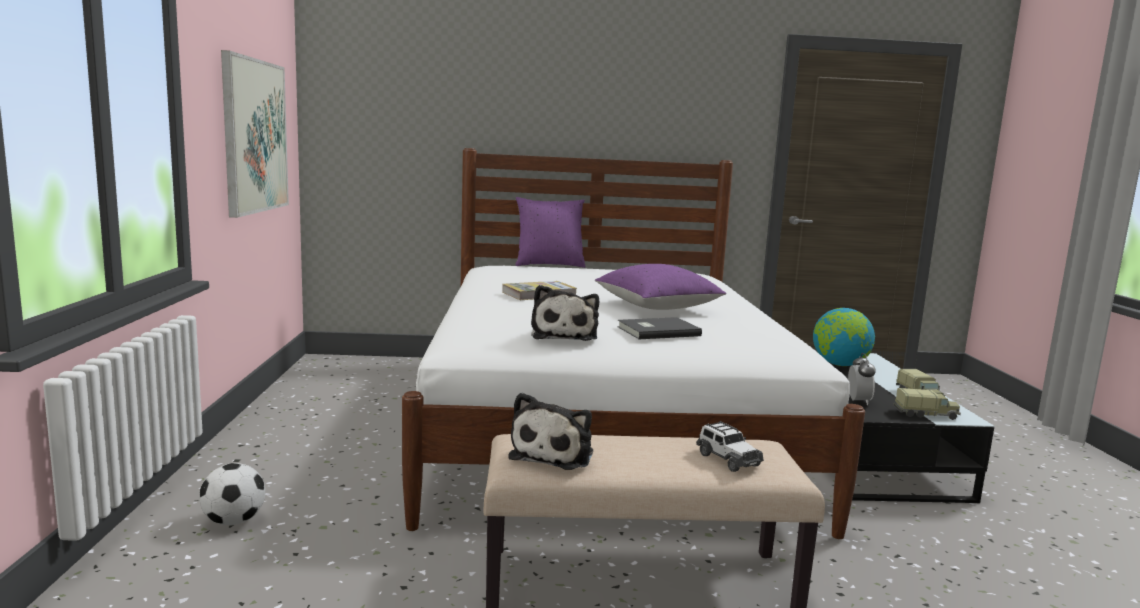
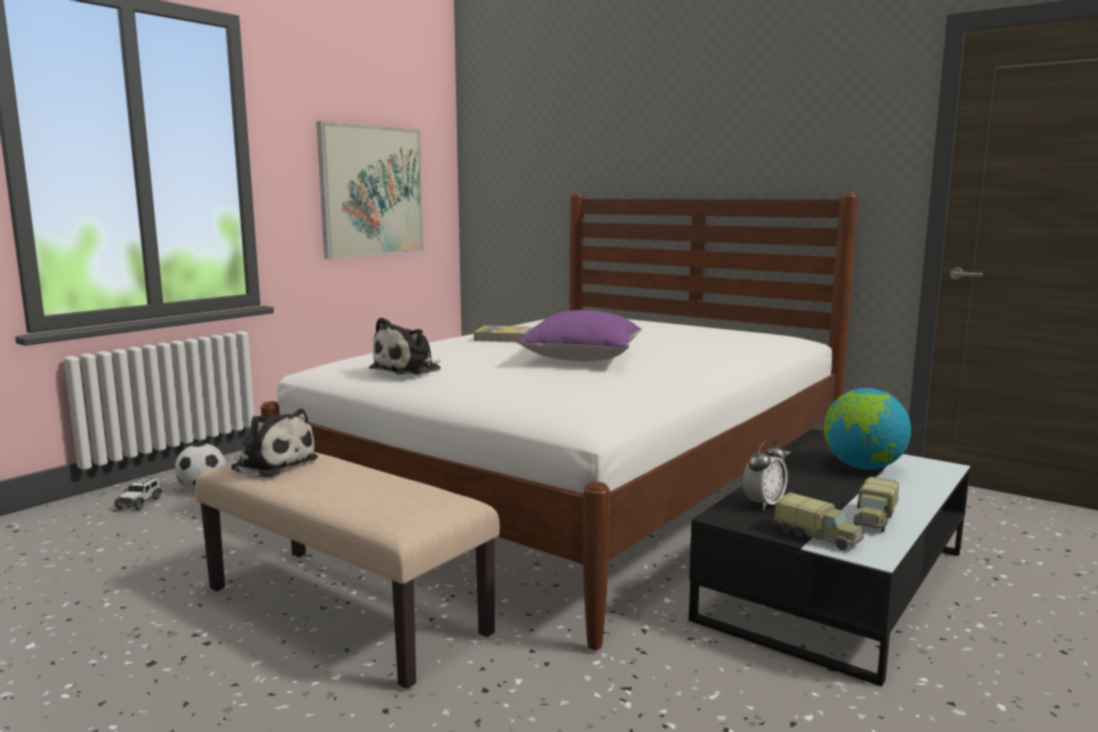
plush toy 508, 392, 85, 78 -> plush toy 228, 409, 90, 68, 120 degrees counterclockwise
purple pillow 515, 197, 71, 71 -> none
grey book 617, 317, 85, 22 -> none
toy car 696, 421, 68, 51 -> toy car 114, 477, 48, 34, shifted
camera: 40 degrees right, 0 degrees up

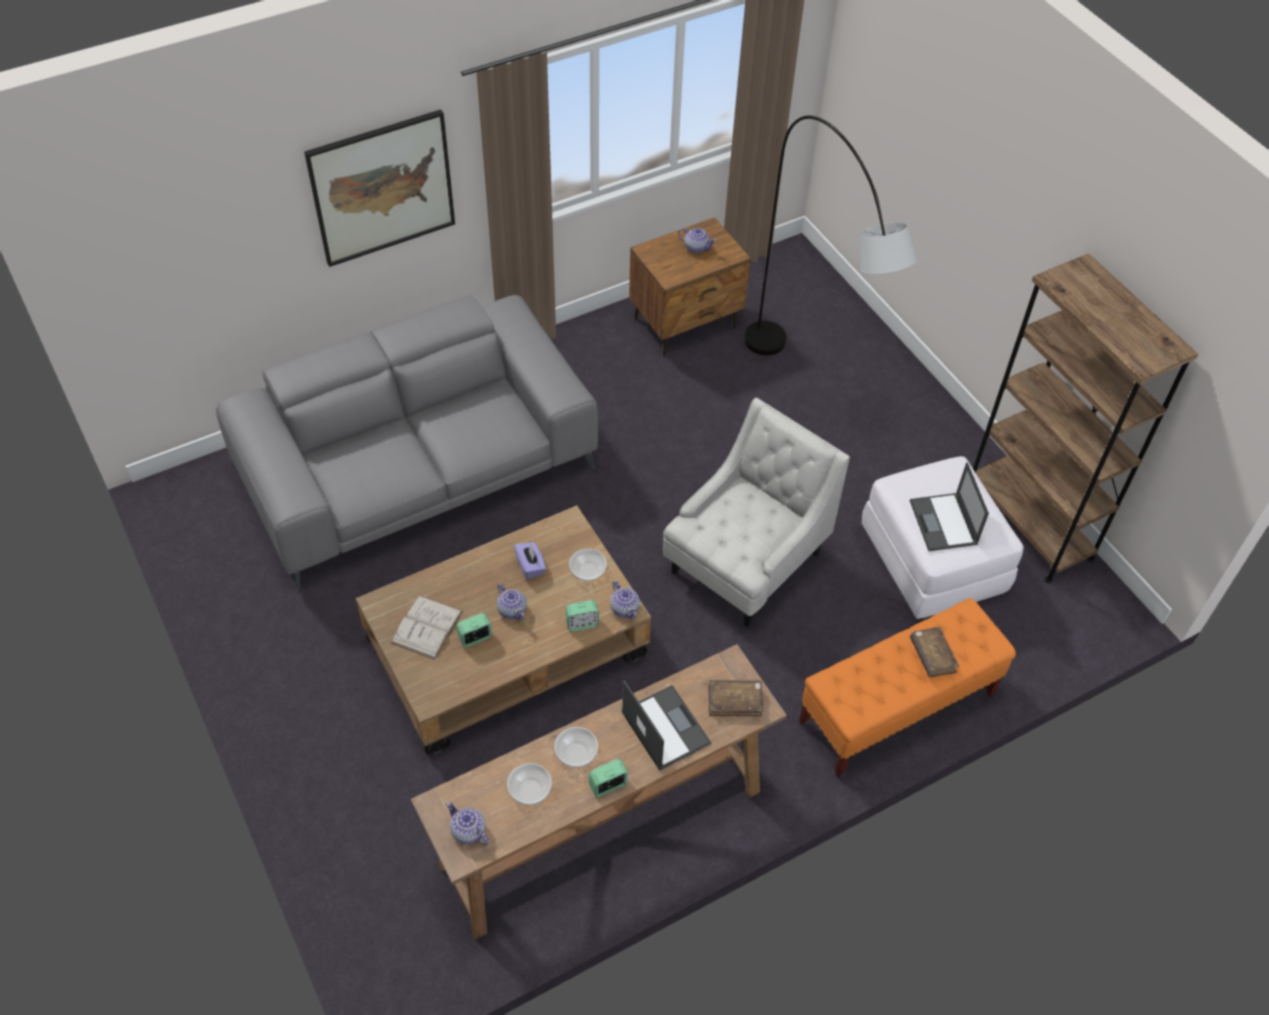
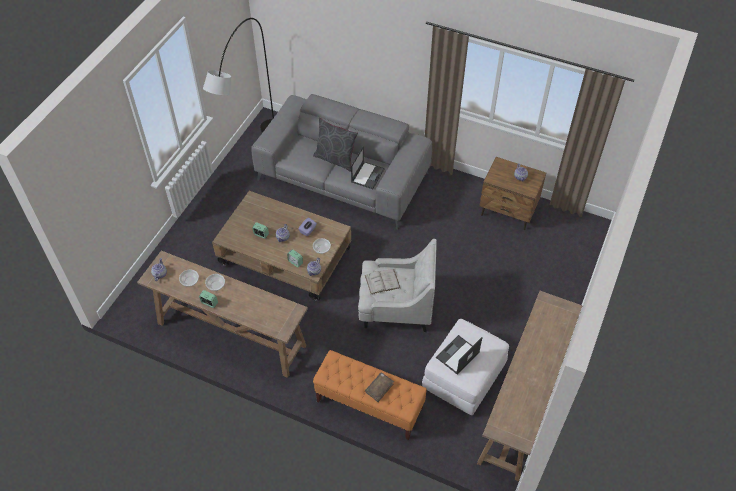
picture 304, 109, 151, 158 -> none
white book 391, 595, 72, 65 -> white book 365, 269, 35, 25, shifted
laptop 622, 680, 90, 91 -> laptop 351, 146, 34, 43, shifted
brown book 708, 680, 56, 37 -> none
grey floor lamp 744, 115, 173, 240 -> grey floor lamp 203, 18, 71, 115, shifted
brown bookcase 973, 253, 226, 330 -> brown console table 477, 291, 105, 190
none -> grey pillow 313, 118, 45, 54
camera: 55 degrees right, 0 degrees up

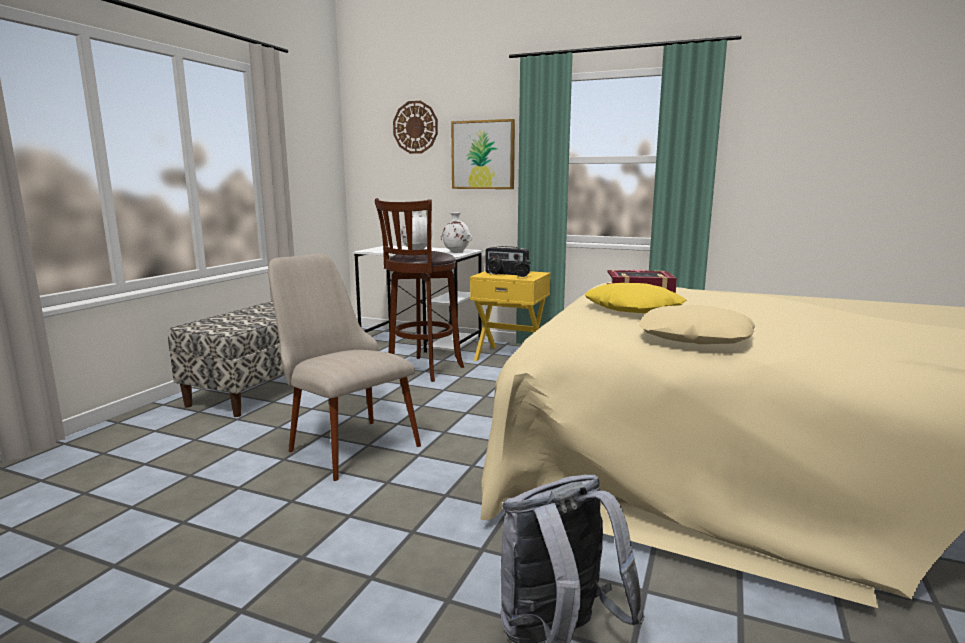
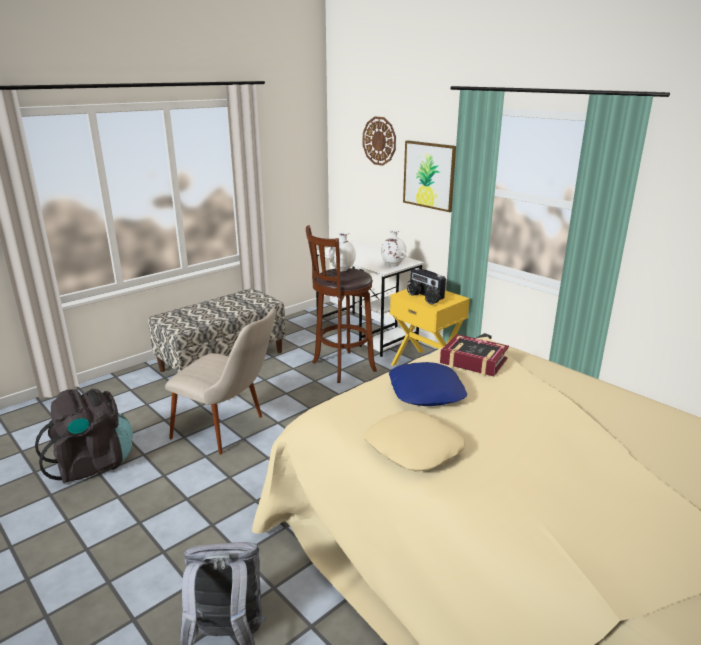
beige chair 268, 254, 153, 227 -> beige chair 165, 308, 111, 147, 135 degrees clockwise
yellow pillow 585, 283, 102, 30 -> blue pillow 389, 362, 78, 44
none -> black backpack 35, 389, 98, 95
camera: 25 degrees right, 10 degrees up

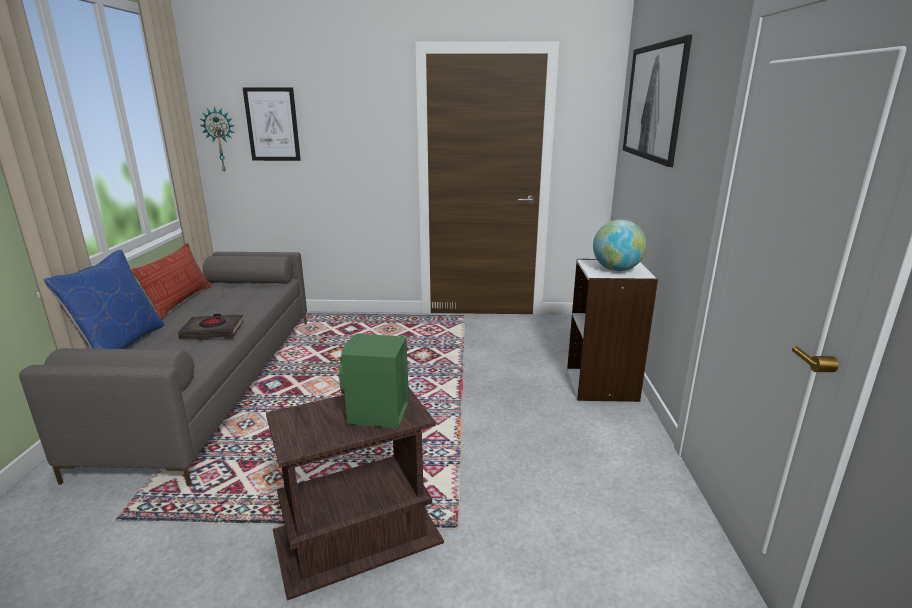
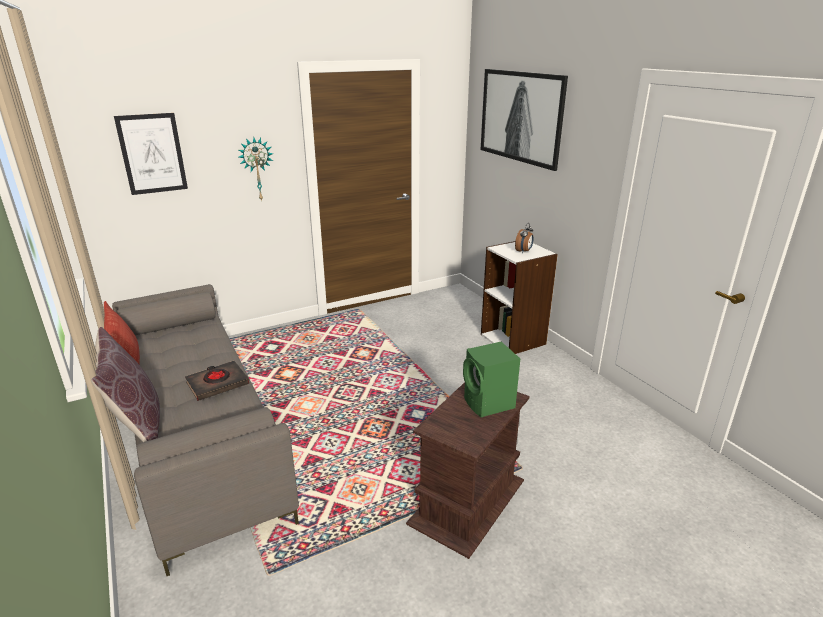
blue pillow 43, 250, 121, 99 -> brown pillow 91, 327, 69, 115
wall clock 199, 106, 35, 67 -> wall clock 239, 137, 34, 65, shifted
globe 593, 220, 54, 51 -> alarm clock 515, 223, 19, 31
camera: 30 degrees left, 5 degrees up

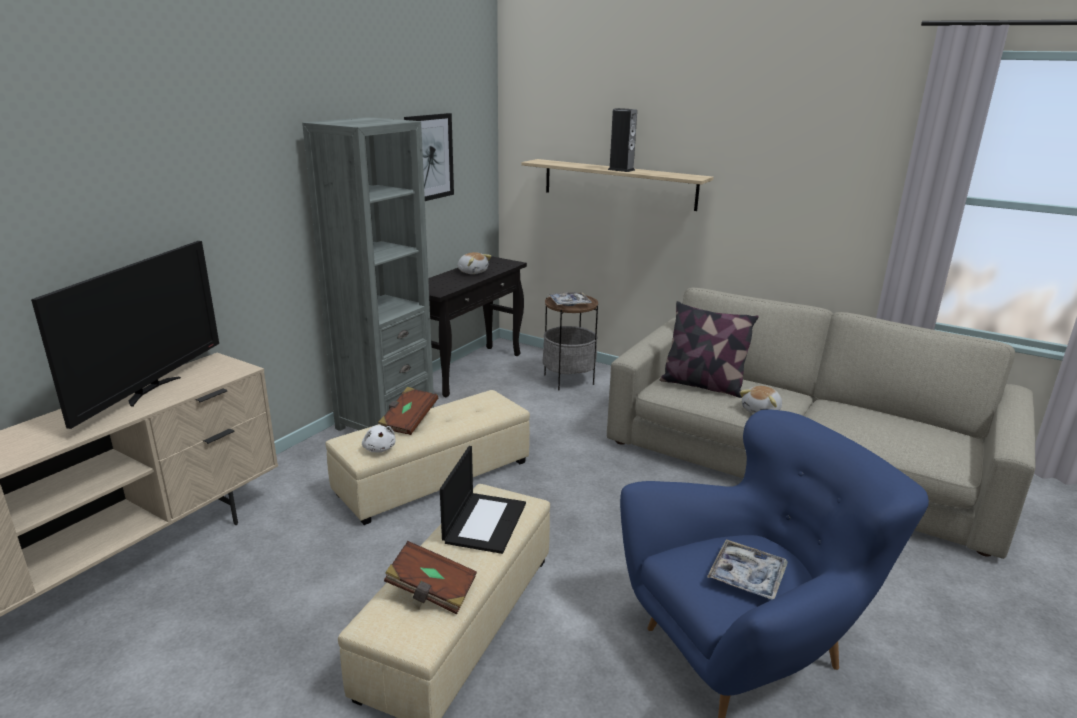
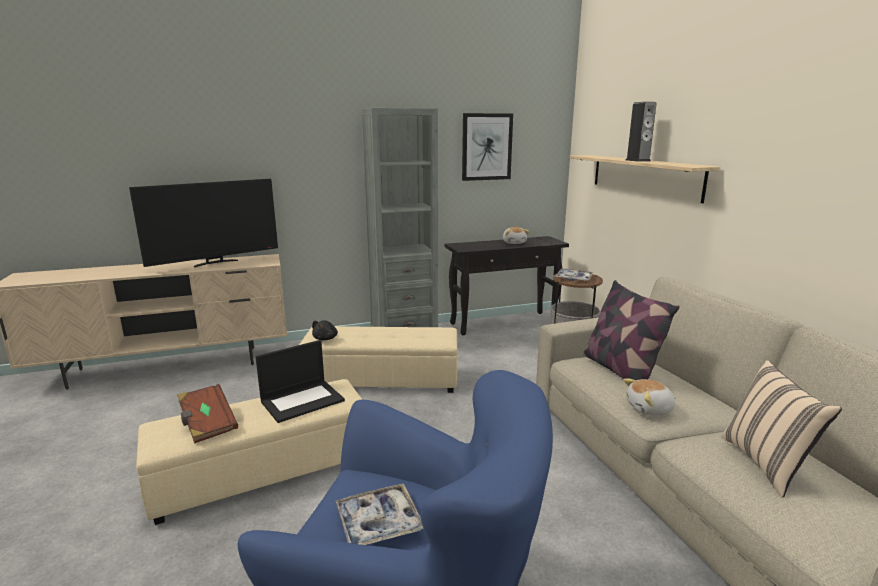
white plush toy 362, 425, 34, 28 -> black plush toy 312, 320, 26, 20
brown book 378, 387, 60, 48 -> none
none -> beige pillow 721, 360, 121, 138
camera: 40 degrees right, 5 degrees down

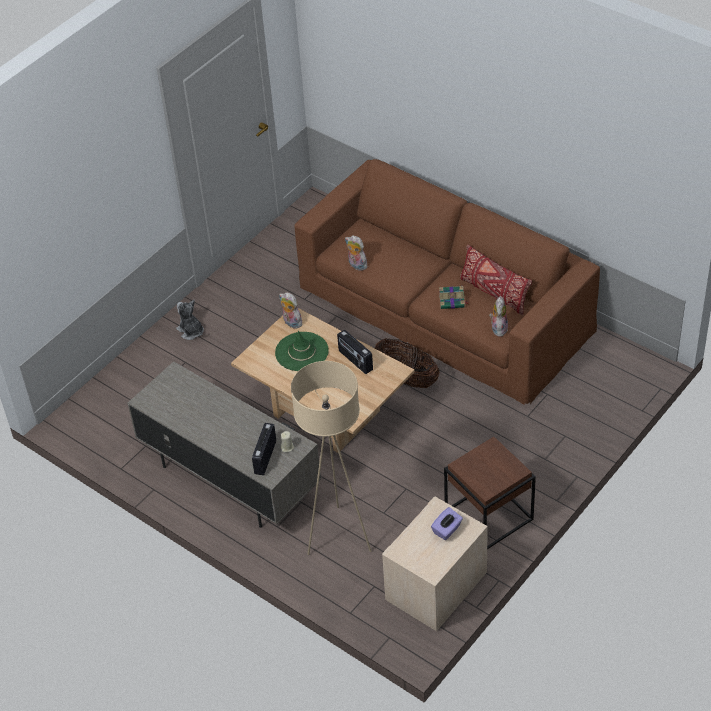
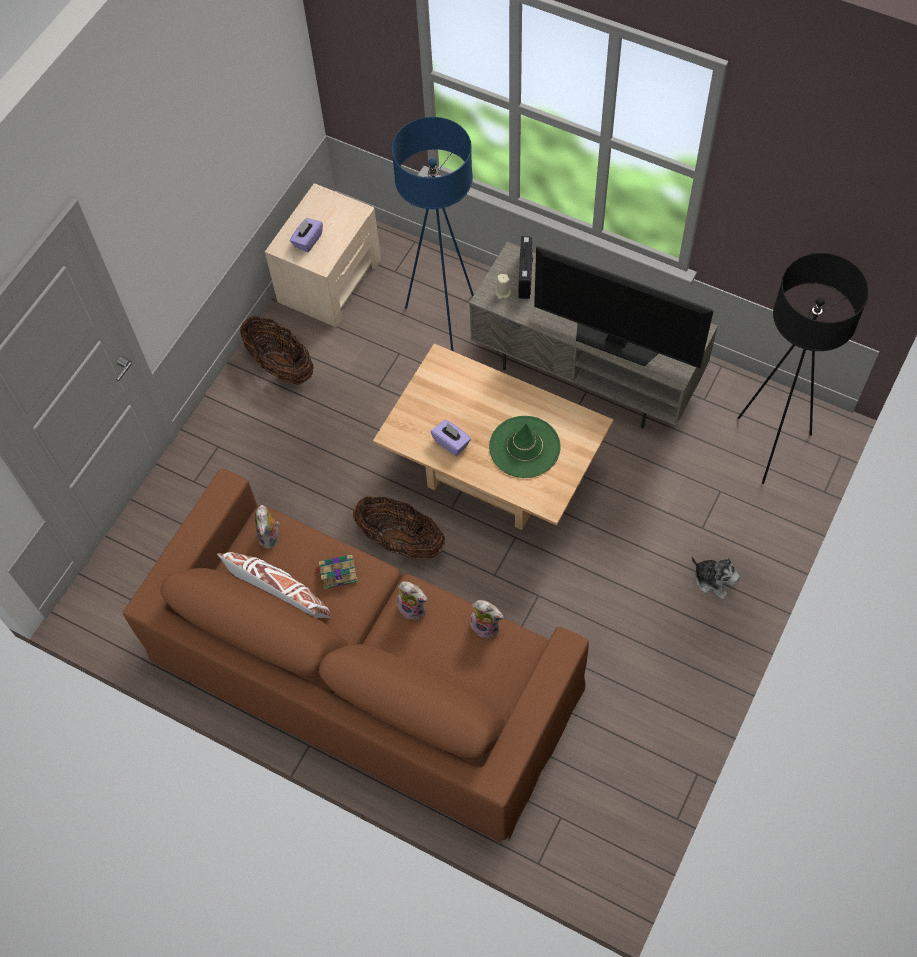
plush toy 279, 292, 23, 37 -> plush toy 398, 581, 30, 39, shifted
beige floor lamp 291, 361, 80, 194 -> blue floor lamp 391, 117, 83, 235
radio 337, 330, 36, 44 -> purple tissue box 431, 420, 40, 36
brown side table 444, 437, 92, 112 -> basket 240, 316, 74, 69
red pillow 460, 245, 72, 70 -> white pillow 217, 552, 114, 66
none -> television 534, 246, 180, 123
none -> black floor lamp 738, 253, 131, 231
camera: 170 degrees right, 15 degrees up

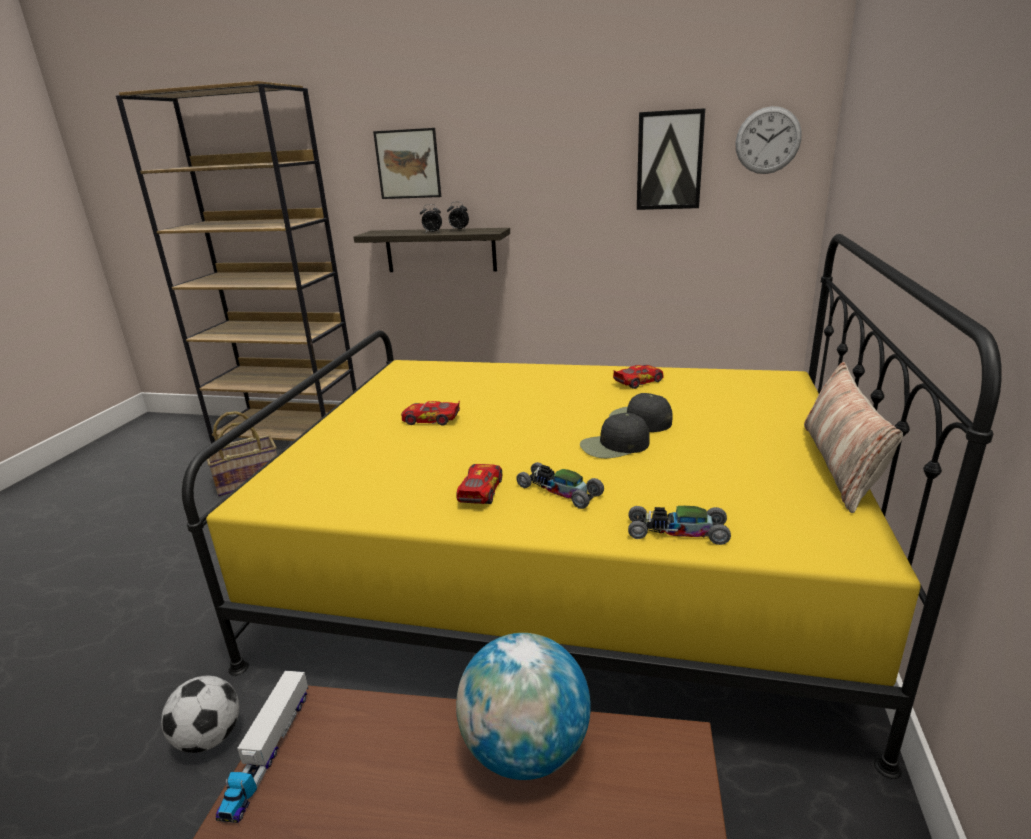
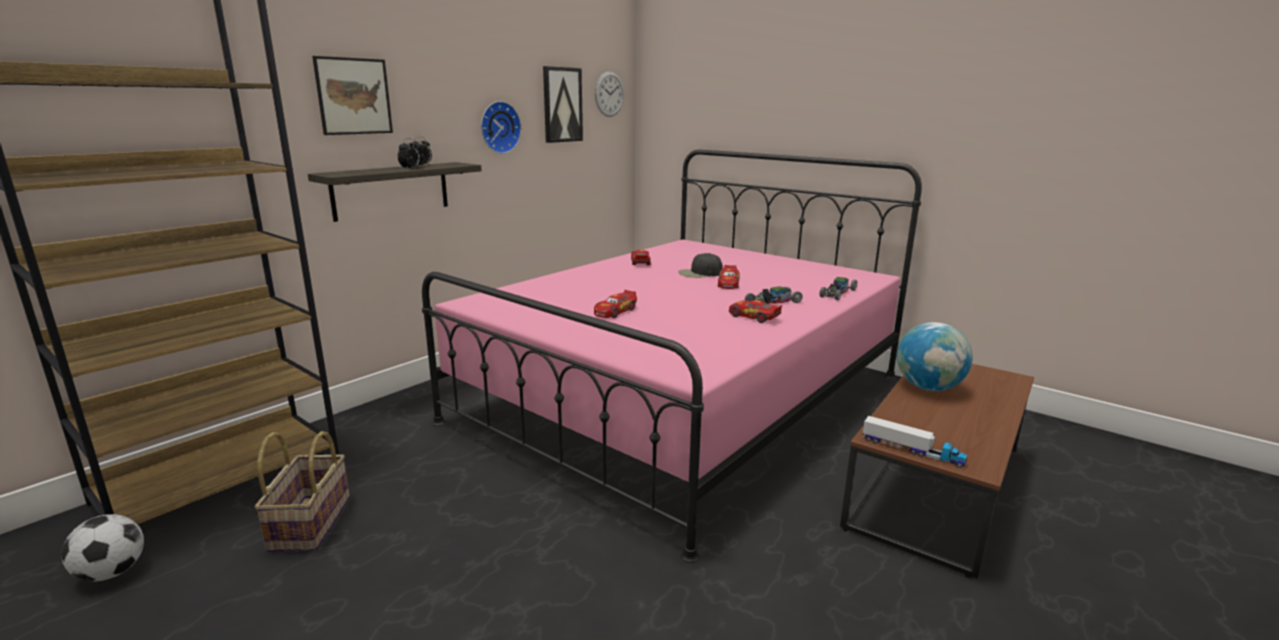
football 161, 675, 78, 78 -> football 61, 514, 83, 67, shifted
yellow bed 182, 234, 820, 545 -> pink bed 422, 149, 500, 414
black cap 580, 413, 70, 45 -> toy car 718, 265, 22, 24
pillow 804, 362, 99, 151 -> none
none -> wall clock 481, 101, 40, 53
camera: 65 degrees left, 5 degrees down

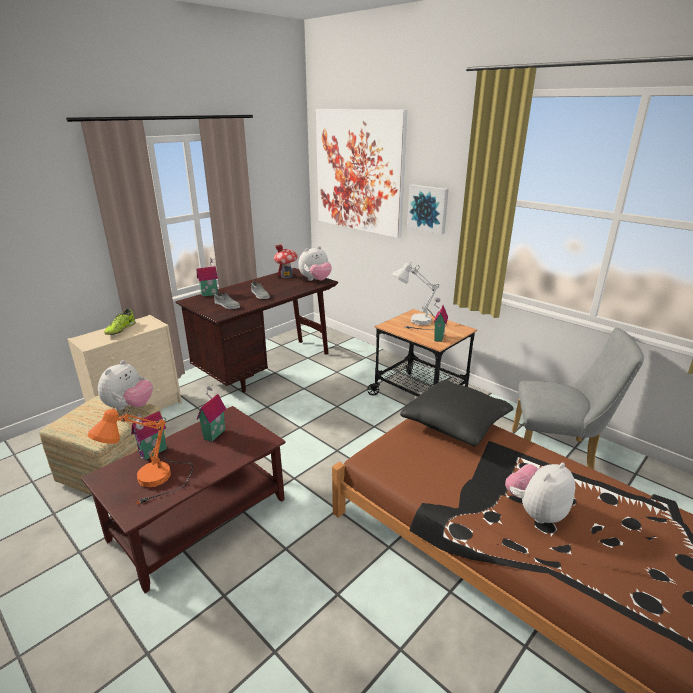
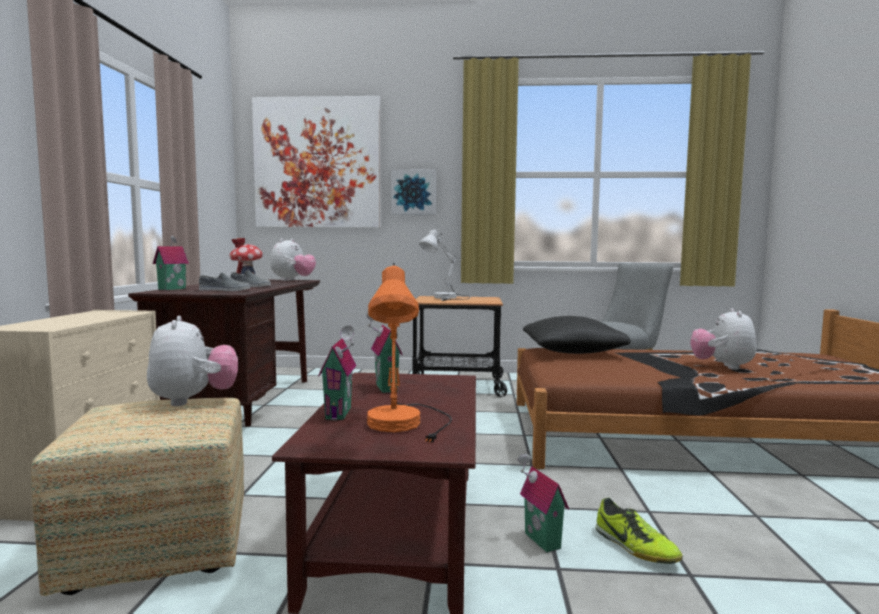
shoe 104, 309, 32, 26 -> shoe 596, 498, 87, 66, shifted
toy house 433, 297, 15, 45 -> toy house 517, 453, 52, 100, shifted
camera: 40 degrees left, 20 degrees down

